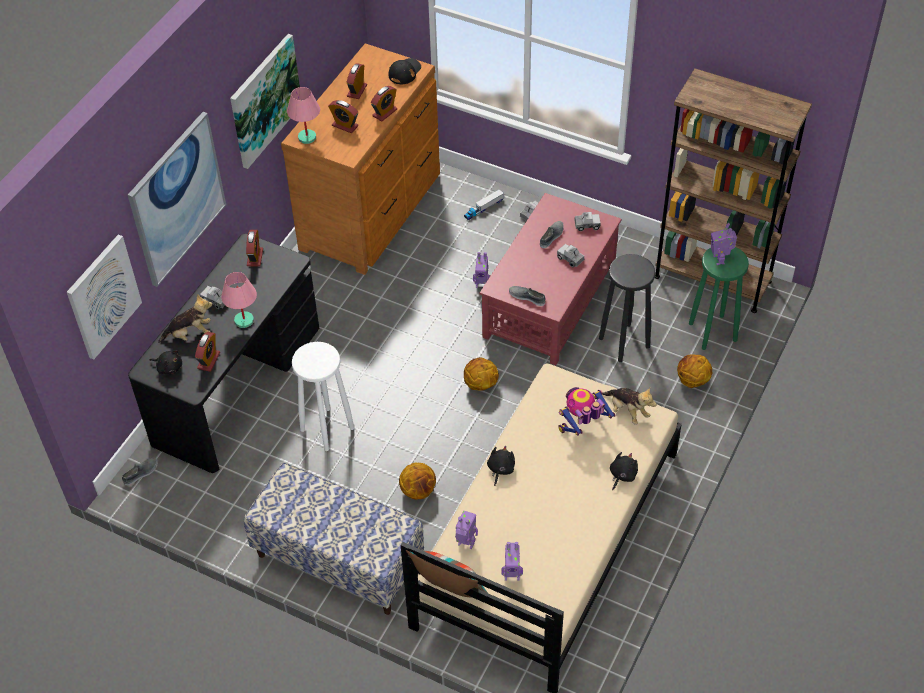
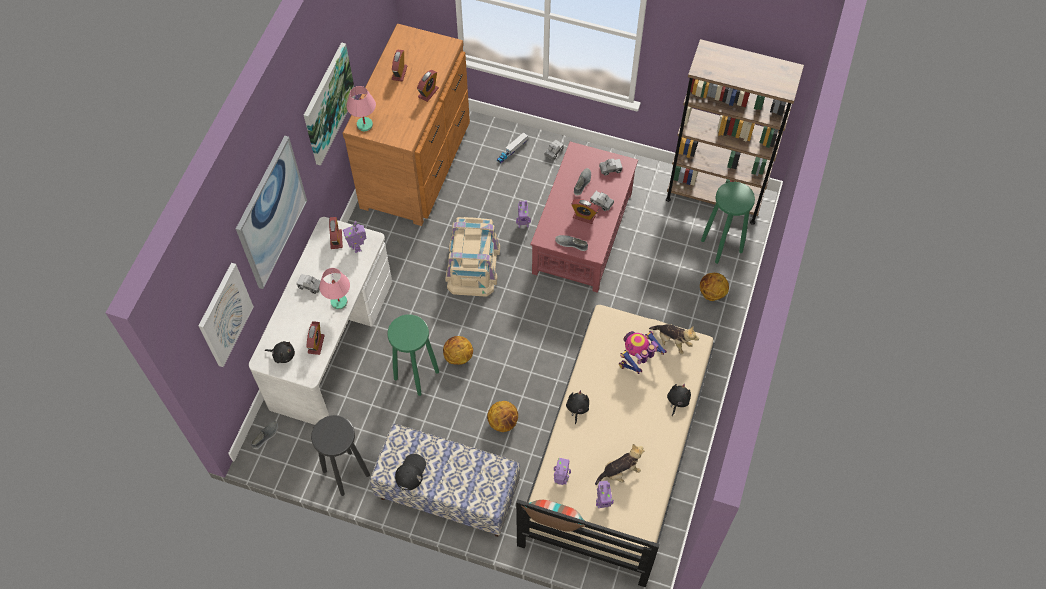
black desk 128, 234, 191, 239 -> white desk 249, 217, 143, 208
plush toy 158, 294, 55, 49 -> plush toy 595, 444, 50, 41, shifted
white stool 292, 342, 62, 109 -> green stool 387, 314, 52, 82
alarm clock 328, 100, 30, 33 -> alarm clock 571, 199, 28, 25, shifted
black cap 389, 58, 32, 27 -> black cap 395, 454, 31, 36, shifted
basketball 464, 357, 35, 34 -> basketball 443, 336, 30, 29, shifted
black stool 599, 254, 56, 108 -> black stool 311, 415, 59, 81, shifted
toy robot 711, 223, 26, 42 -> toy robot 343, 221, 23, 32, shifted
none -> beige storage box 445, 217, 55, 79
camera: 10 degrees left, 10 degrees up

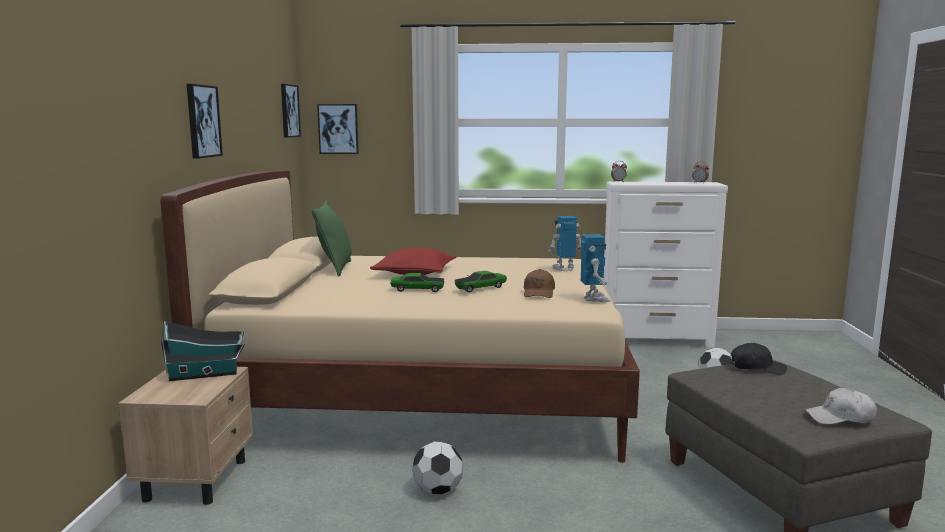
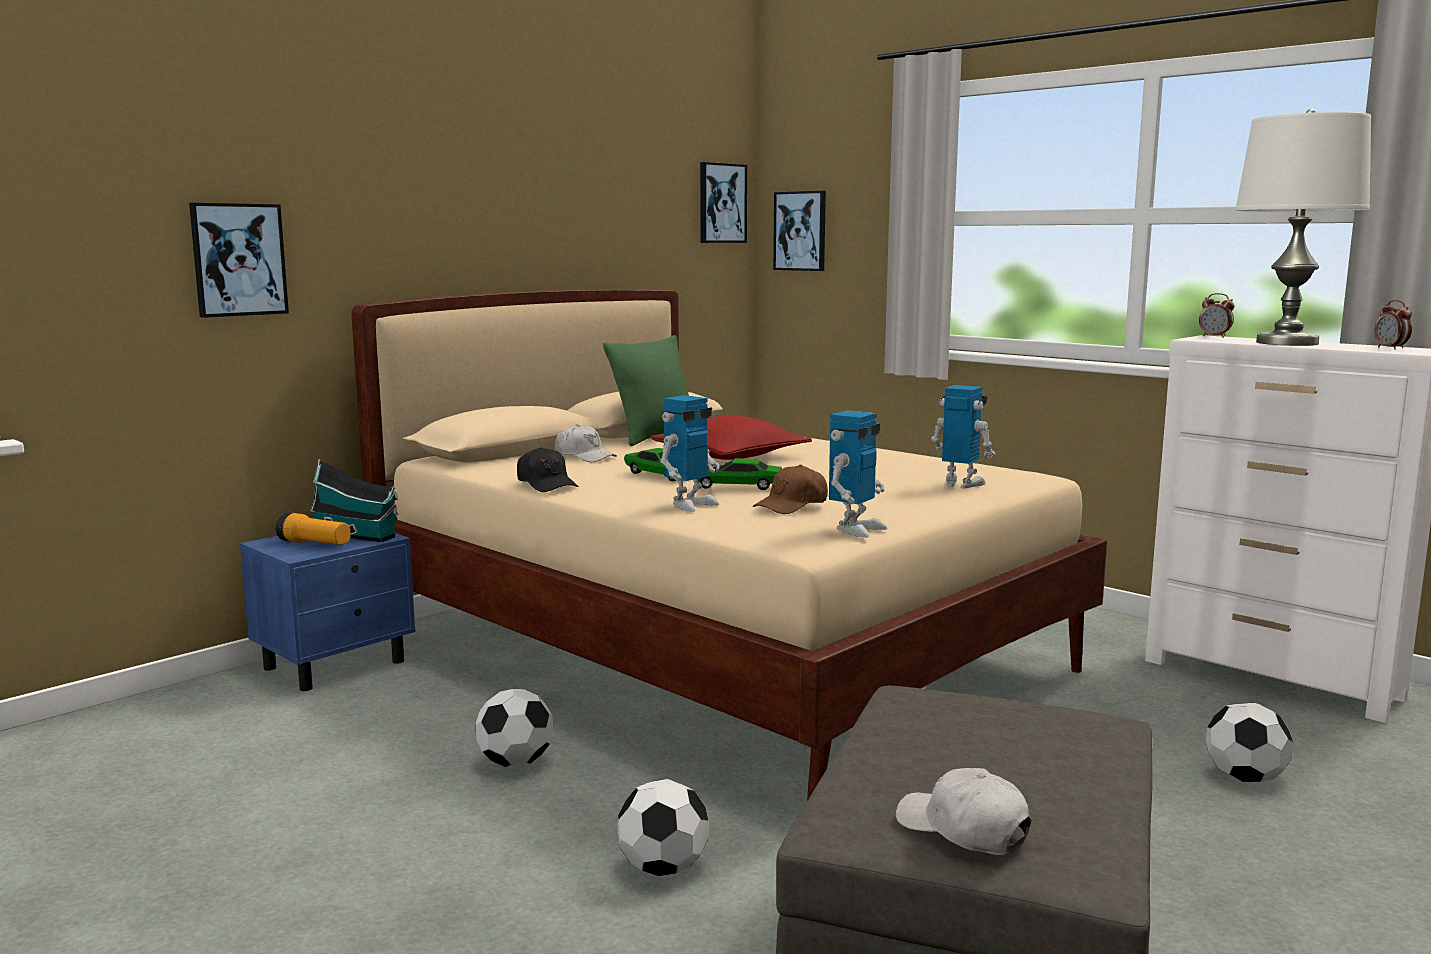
beige nightstand 118, 367, 135, 138 -> blue nightstand 240, 533, 175, 158
picture 187, 84, 36, 75 -> picture 189, 203, 100, 115, shifted
black cap 731, 343, 56, 32 -> black cap 517, 447, 61, 45, shifted
none -> flashlight 276, 512, 75, 33
none -> white cap 555, 424, 62, 38
none -> football 617, 779, 92, 97
none -> toy robot 660, 395, 60, 117
none -> white table lamp 1235, 109, 136, 237
camera: 40 degrees right, 0 degrees up

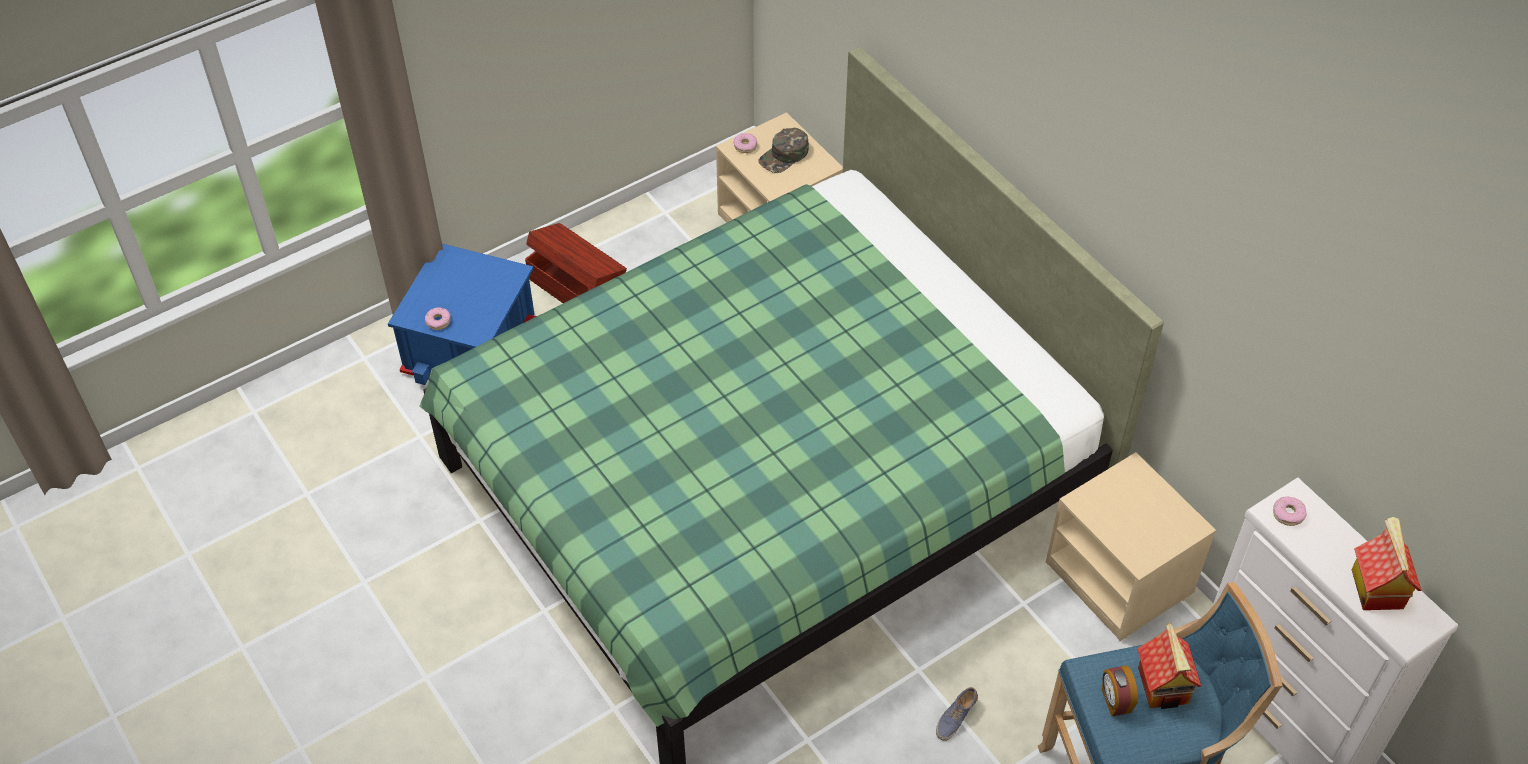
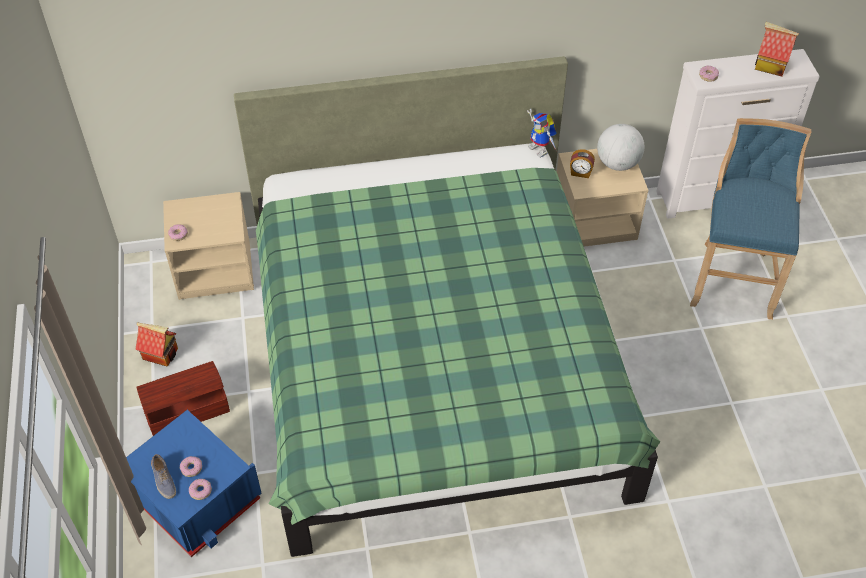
green cap 758, 128, 51, 45 -> none
shoe 936, 687, 42, 54 -> shoe 151, 454, 25, 45, shifted
alarm clock 1102, 666, 36, 50 -> alarm clock 570, 149, 25, 29, shifted
toy house 1137, 622, 65, 87 -> toy house 135, 323, 43, 44, shifted
none -> donut 180, 456, 22, 21
none -> toy robot 527, 109, 29, 49
none -> globe 597, 124, 47, 47
camera: 65 degrees left, 0 degrees up

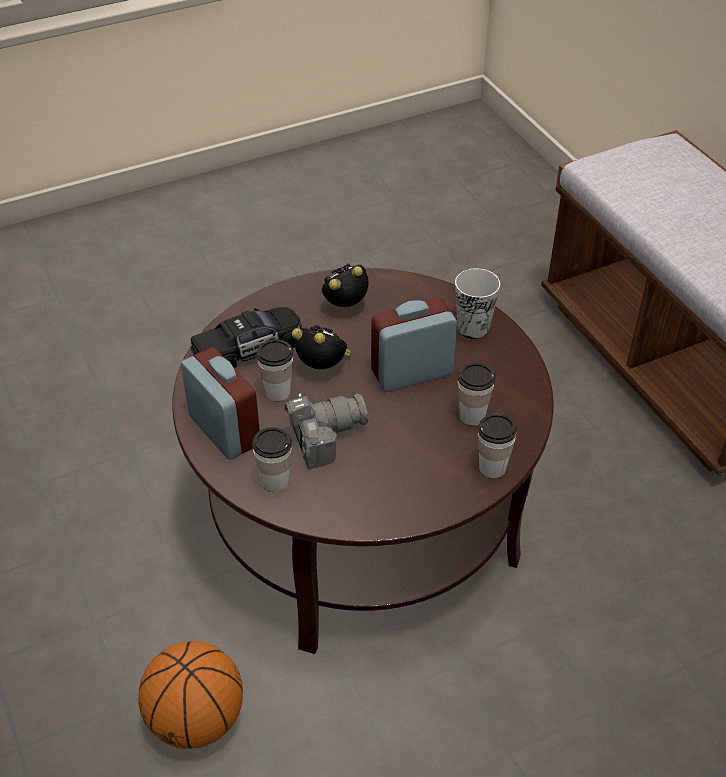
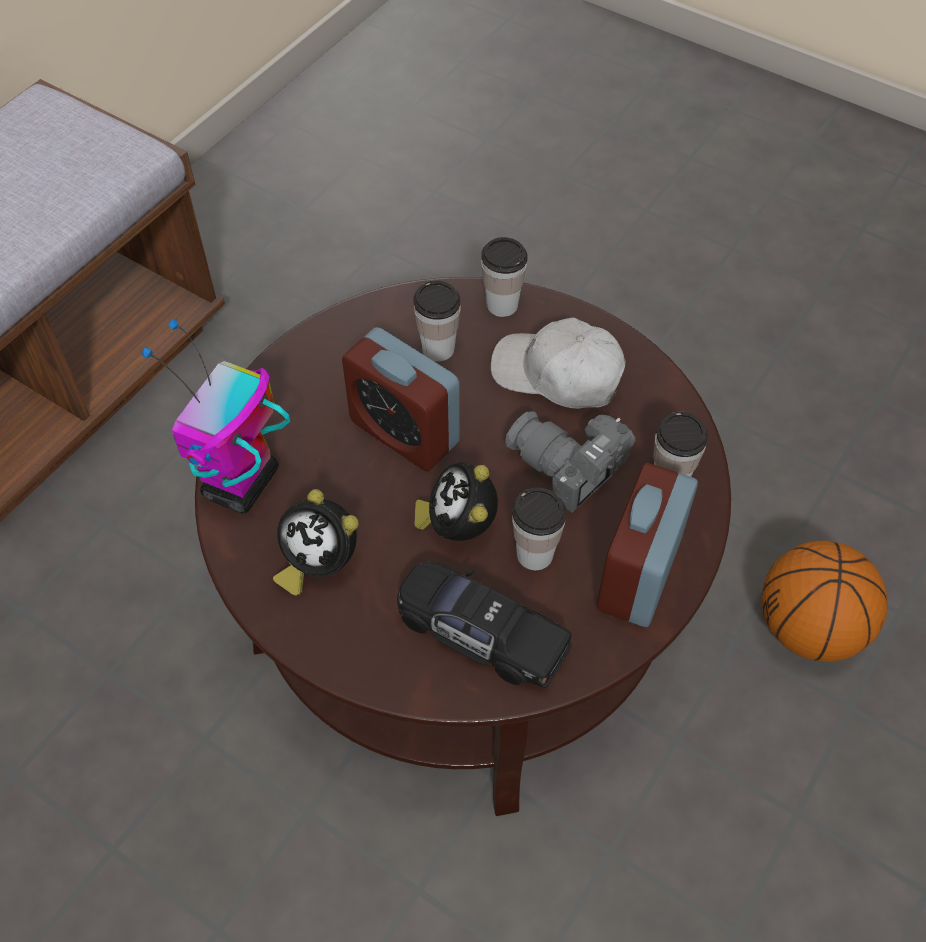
cup 455, 268, 45, 71 -> none
none -> toy robot 142, 319, 148, 194
none -> white cap 491, 317, 135, 92
camera: 120 degrees left, 10 degrees up

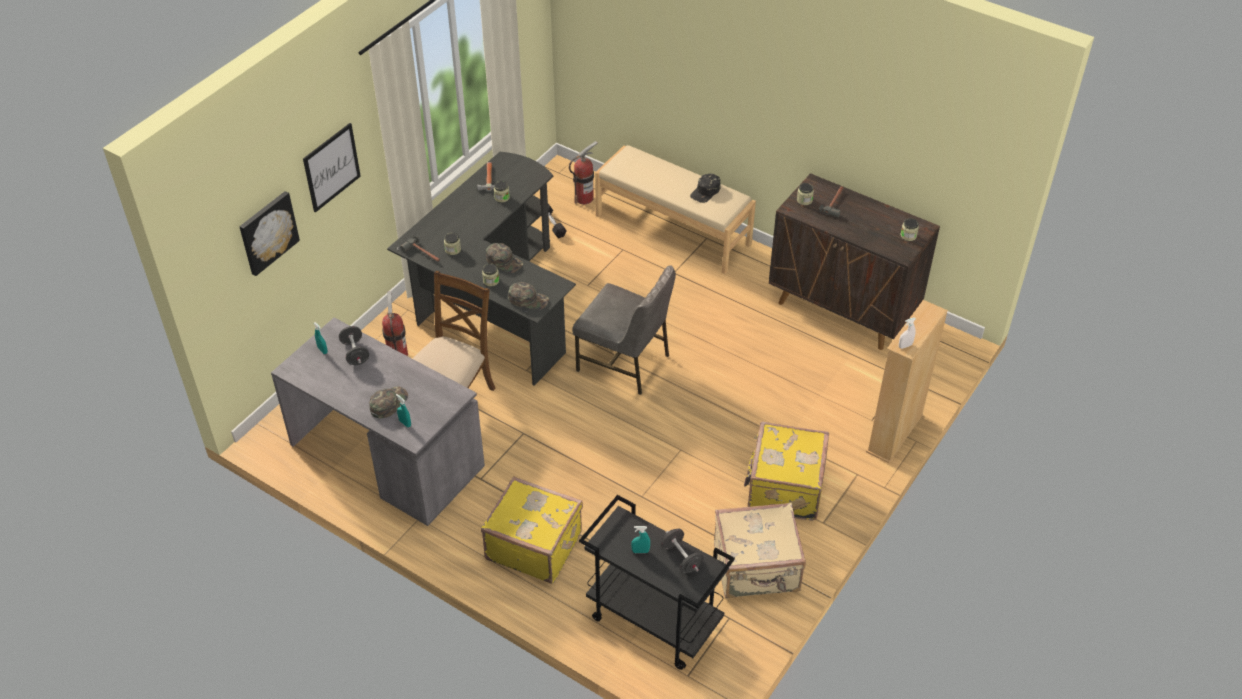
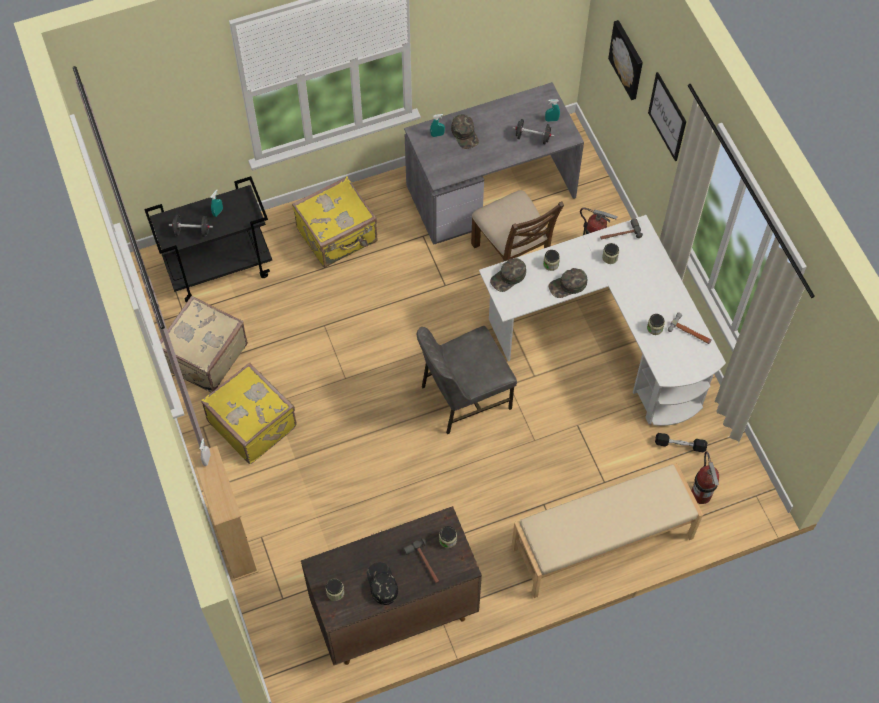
black desk 387, 152, 189, 234 -> white desk 479, 215, 247, 211
black cap 690, 173, 31, 30 -> black cap 367, 562, 31, 43, shifted
camera: 125 degrees right, 15 degrees up

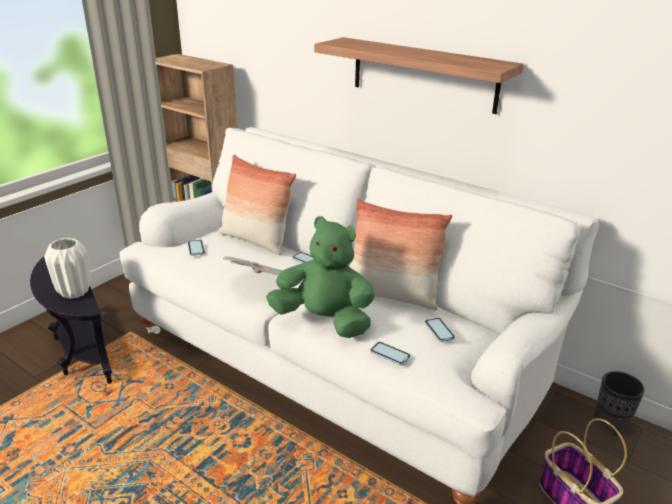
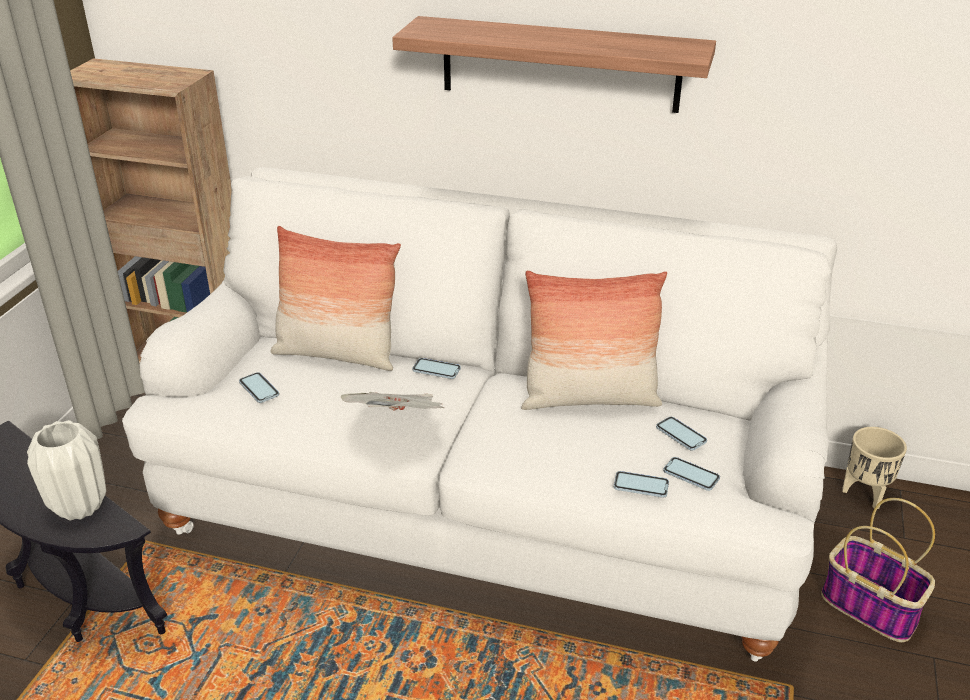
green plush toy 266, 216, 109, 122 -> none
black planter 593, 371, 52, 65 -> beige planter 842, 427, 65, 82
none -> phone 663, 457, 57, 34
camera: 20 degrees left, 5 degrees up

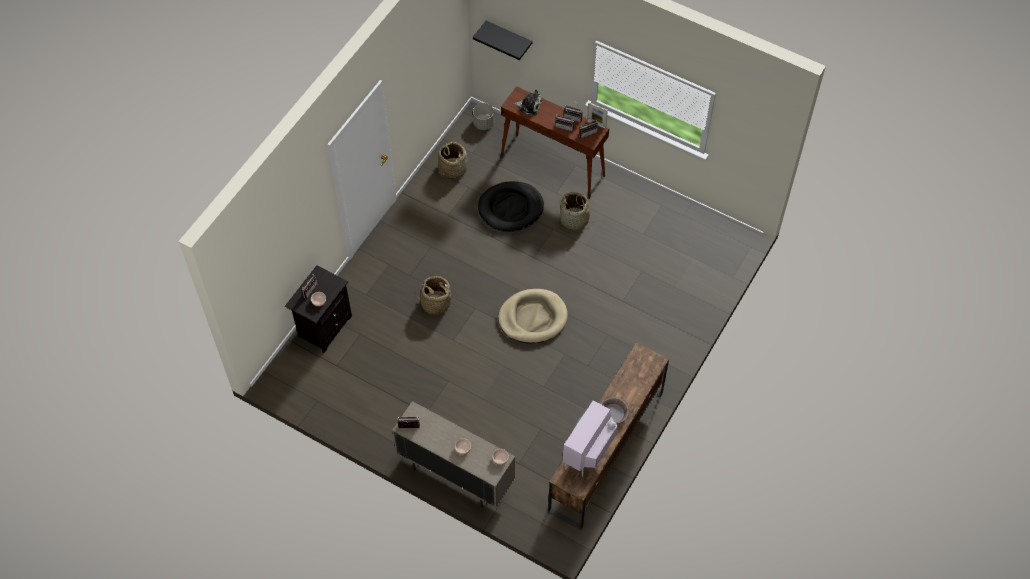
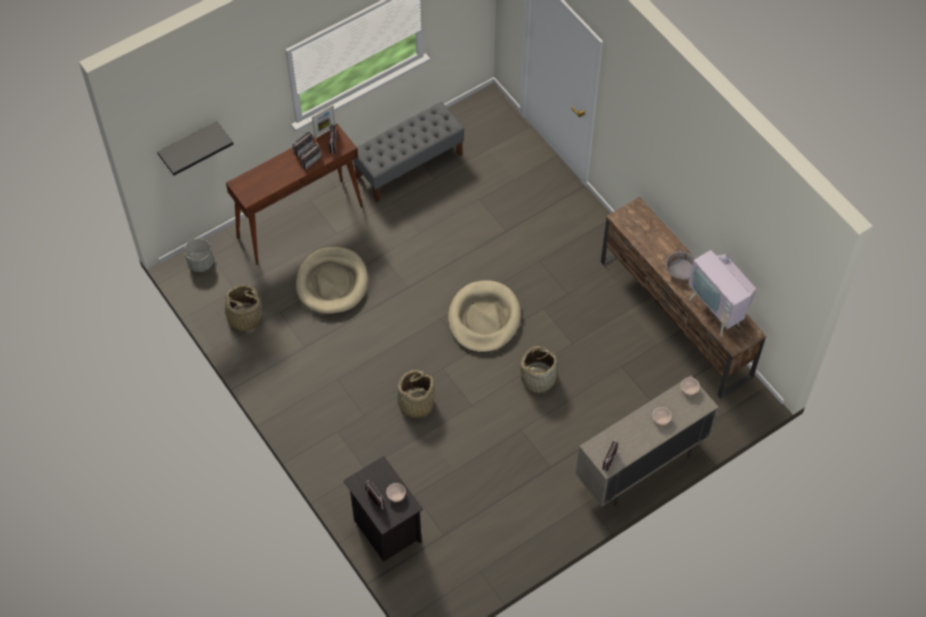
black dog bed 478, 181, 66, 51 -> beige dog bed 296, 247, 72, 68
plush toy 514, 90, 28, 25 -> none
basket 558, 192, 35, 38 -> basket 520, 346, 40, 48, shifted
none -> grey bench 353, 102, 112, 101
camera: 65 degrees left, 0 degrees up

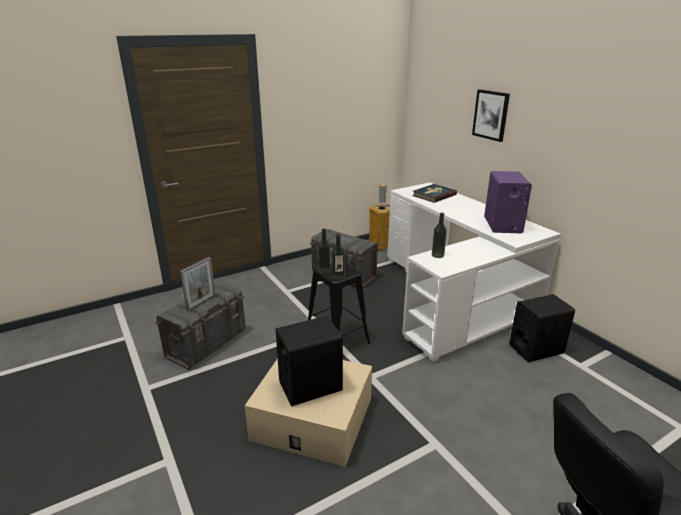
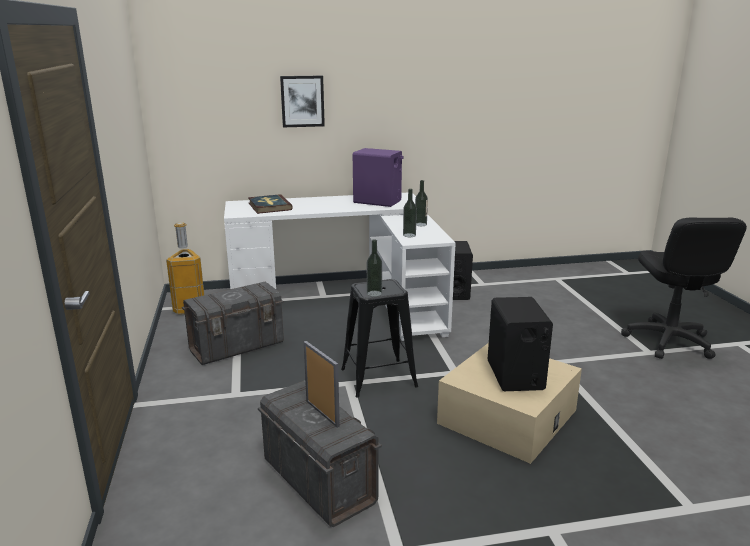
bottle 332, 234, 13, 47 -> bottle 415, 180, 13, 46, shifted
camera: 70 degrees left, 5 degrees down

